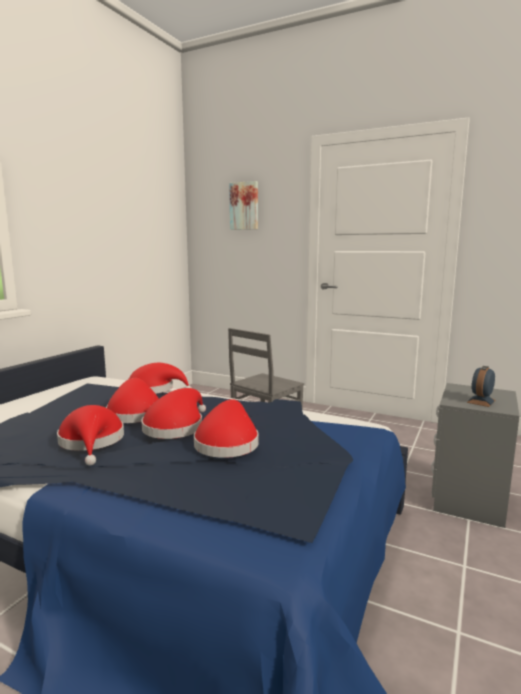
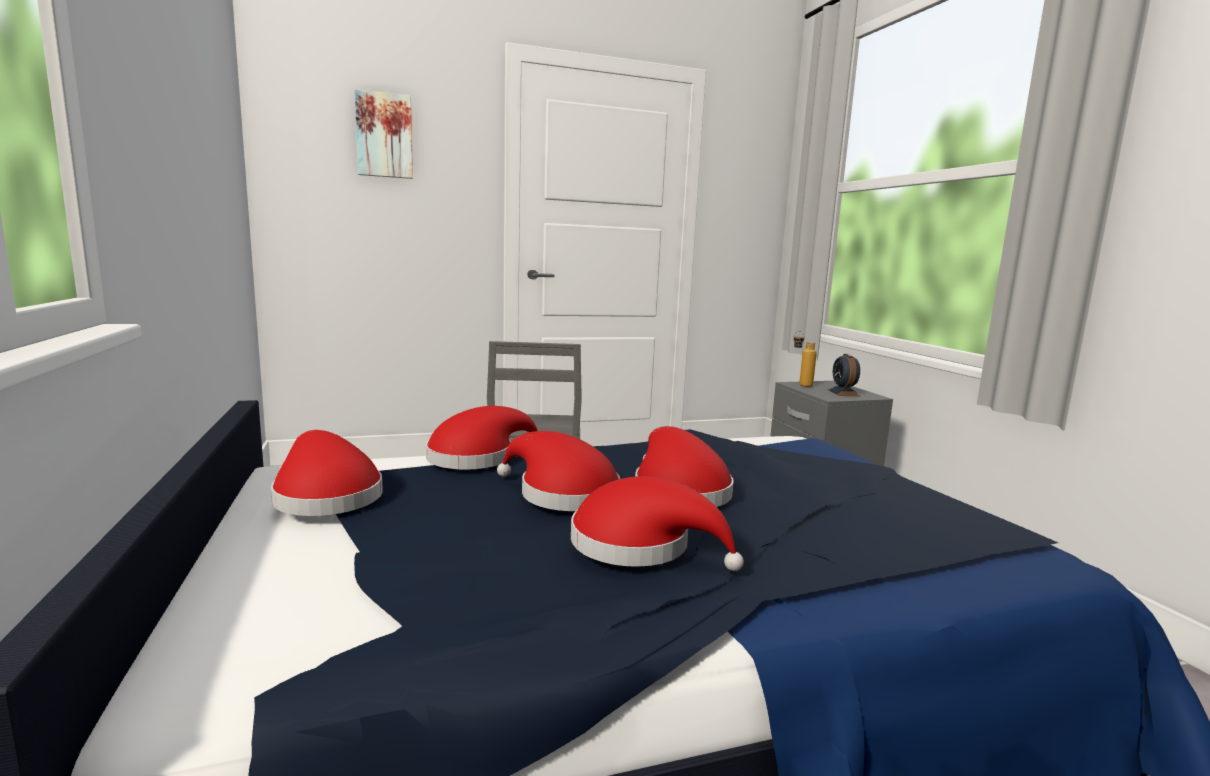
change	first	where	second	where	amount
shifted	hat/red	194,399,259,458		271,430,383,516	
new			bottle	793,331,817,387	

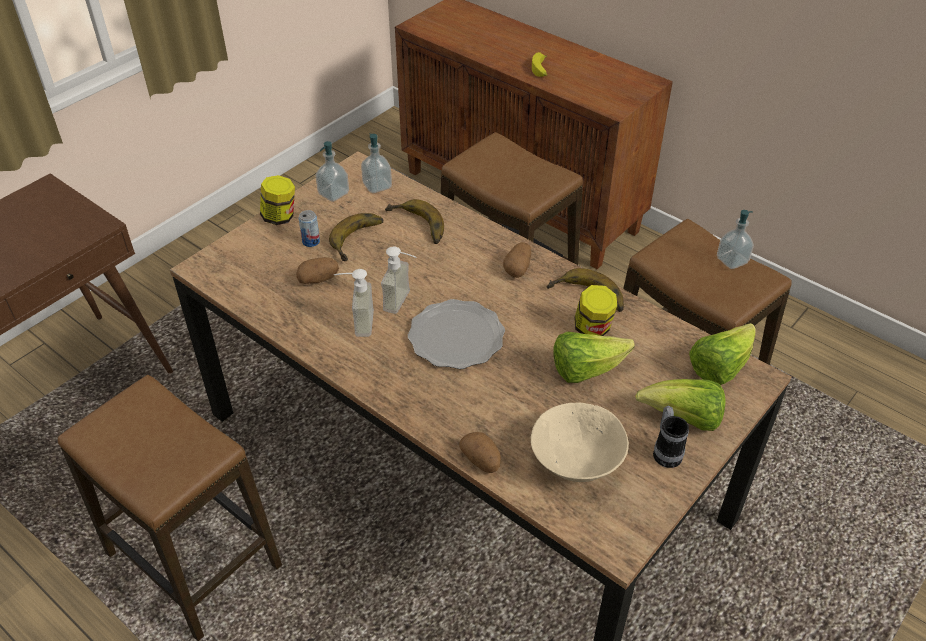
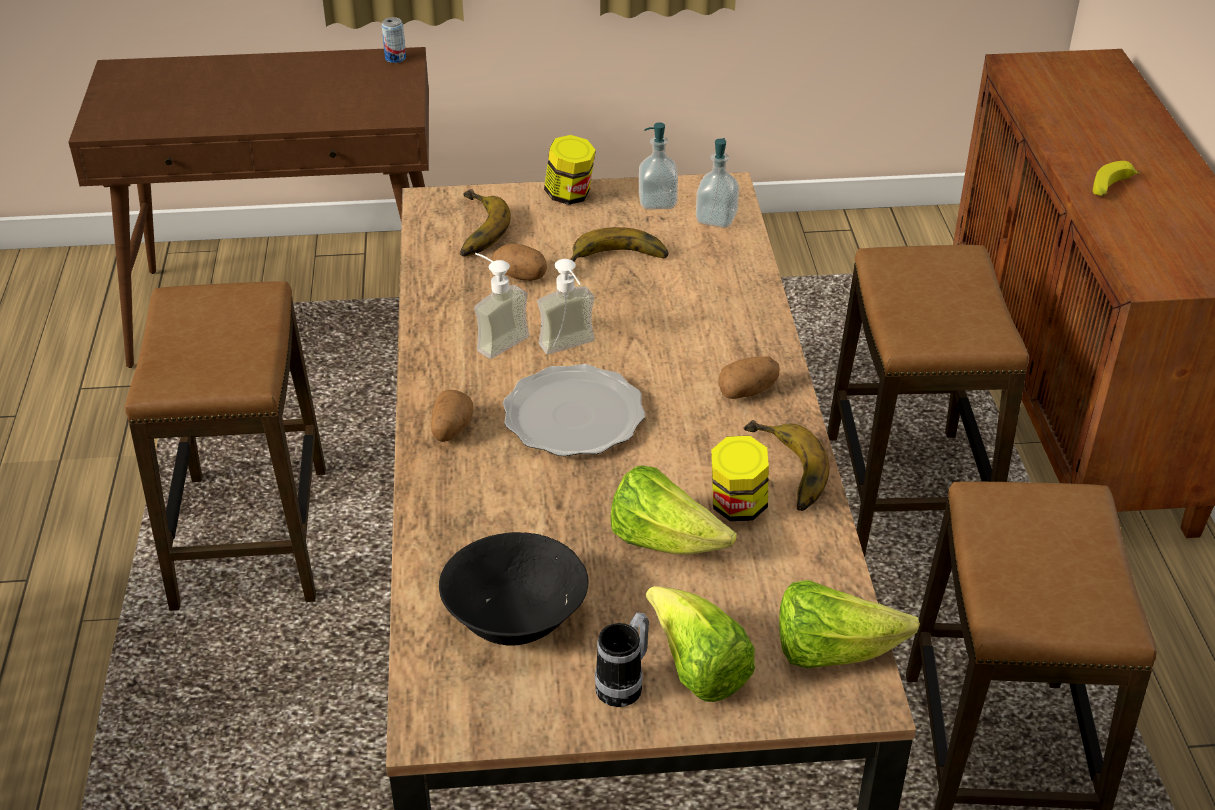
change	first	where	second	where	amount
shifted	banana	385,199,444,244		460,189,511,257	
shifted	can	298,210,320,247		382,17,406,63	
gone	soap dispenser	717,210,754,269			
repainted	bowl/beige	531,403,629,482	bowl/black	439,532,588,646	
shifted	potato	459,432,501,473		431,390,473,442	

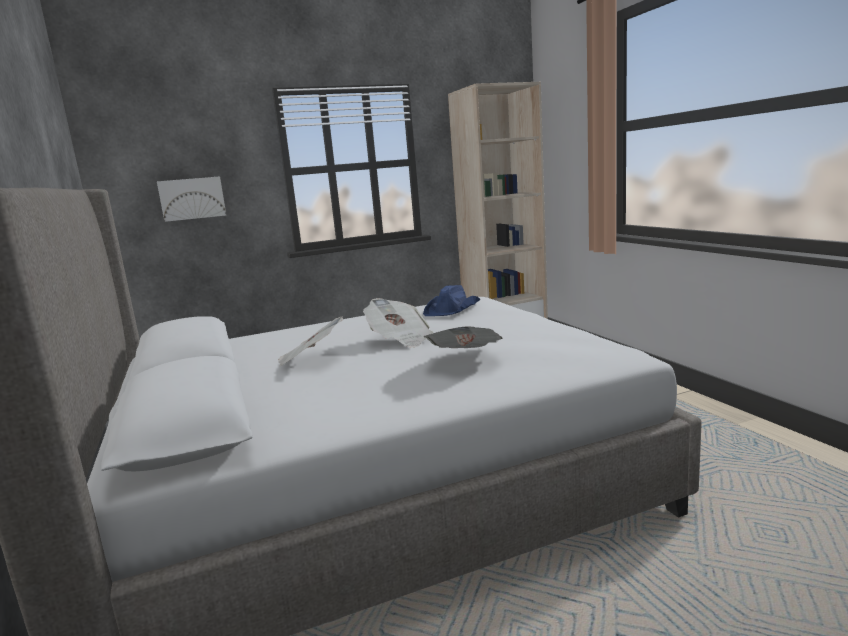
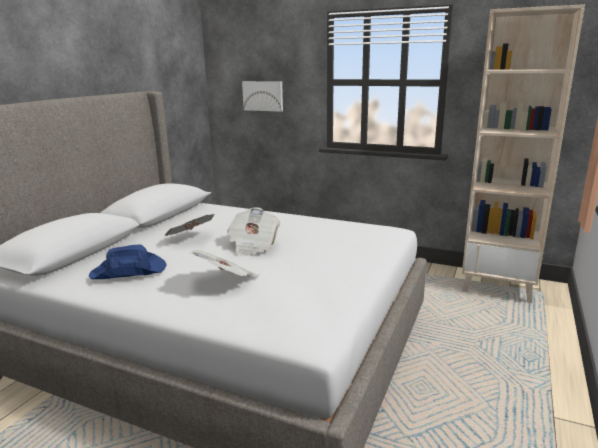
change	first	where	second	where	amount
shifted	hat/blue	423,285,480,316		89,245,167,279	

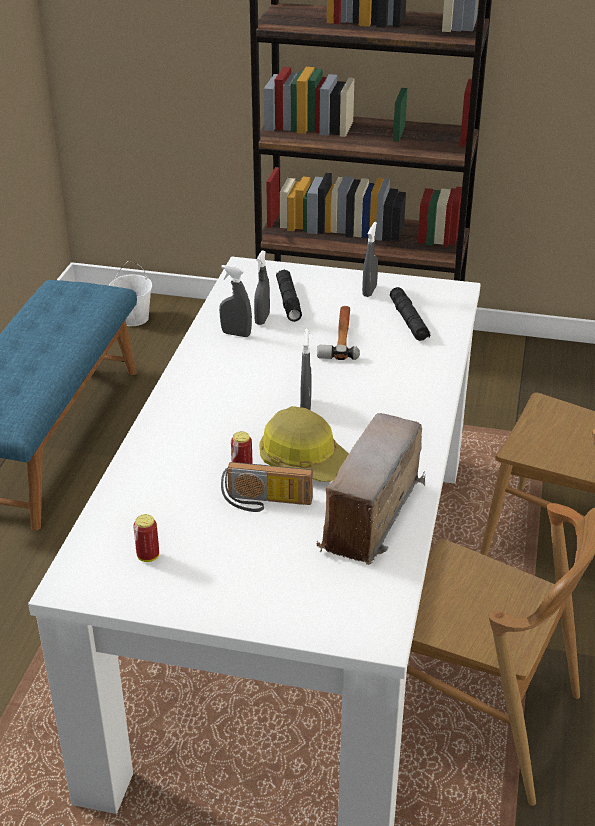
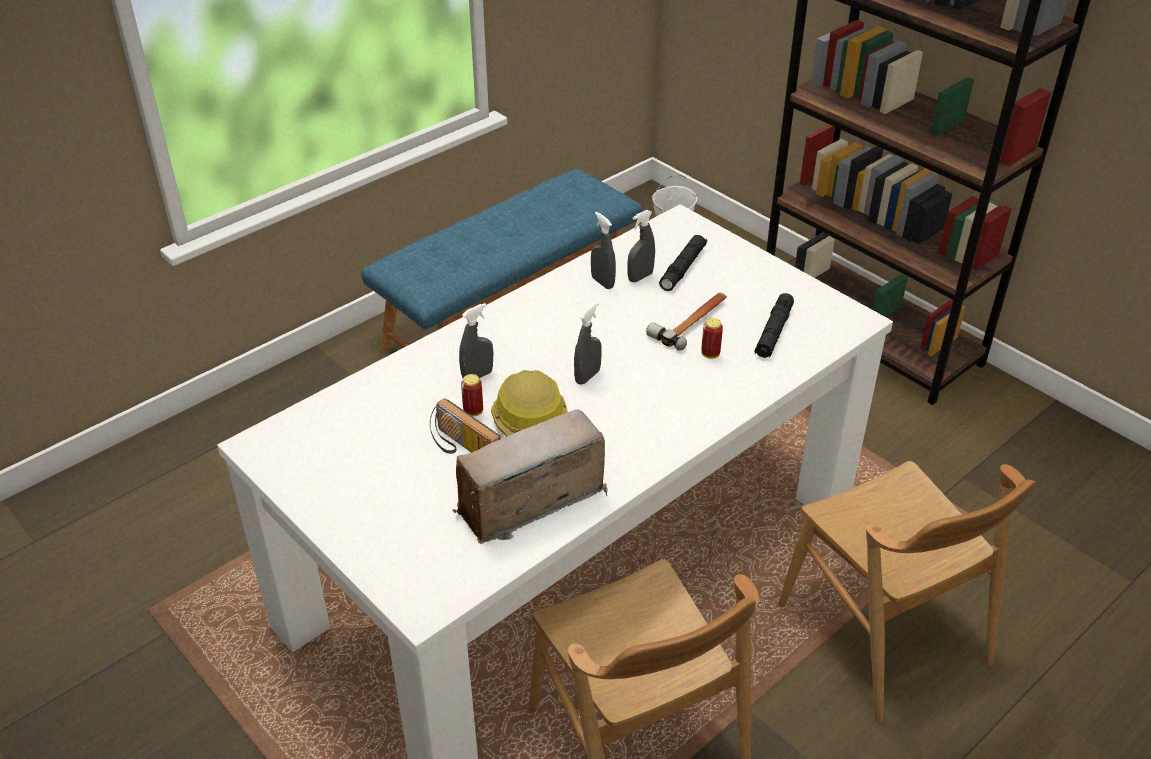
change	first	where	second	where	amount
shifted	spray bottle/grey	362,222,378,297		459,303,493,378	
shifted	can	133,514,159,562		701,318,723,359	

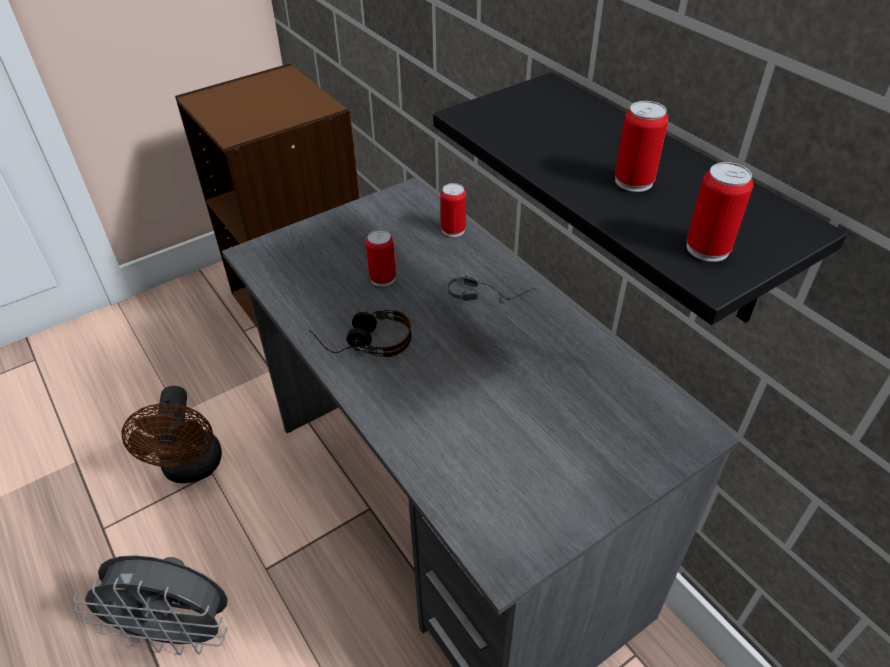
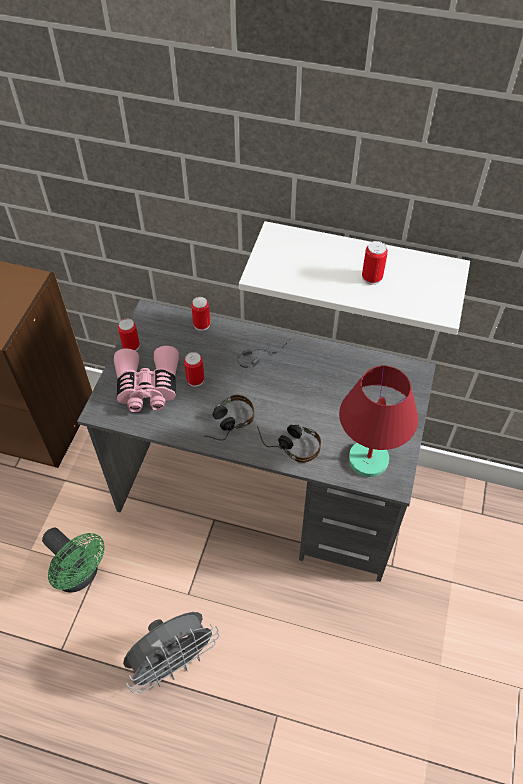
change	first	where	second	where	amount
repainted	shelf/black	433,72,847,325	shelf/white	239,221,470,335	
shifted	can	687,162,753,262		118,318,140,351	
repainted	fan/brown	122,386,222,483	fan/green	42,527,105,593	
new			binoculars/pink	114,346,179,412	
new			table lamp/red	339,366,418,477	
new			headphones	257,424,321,463	

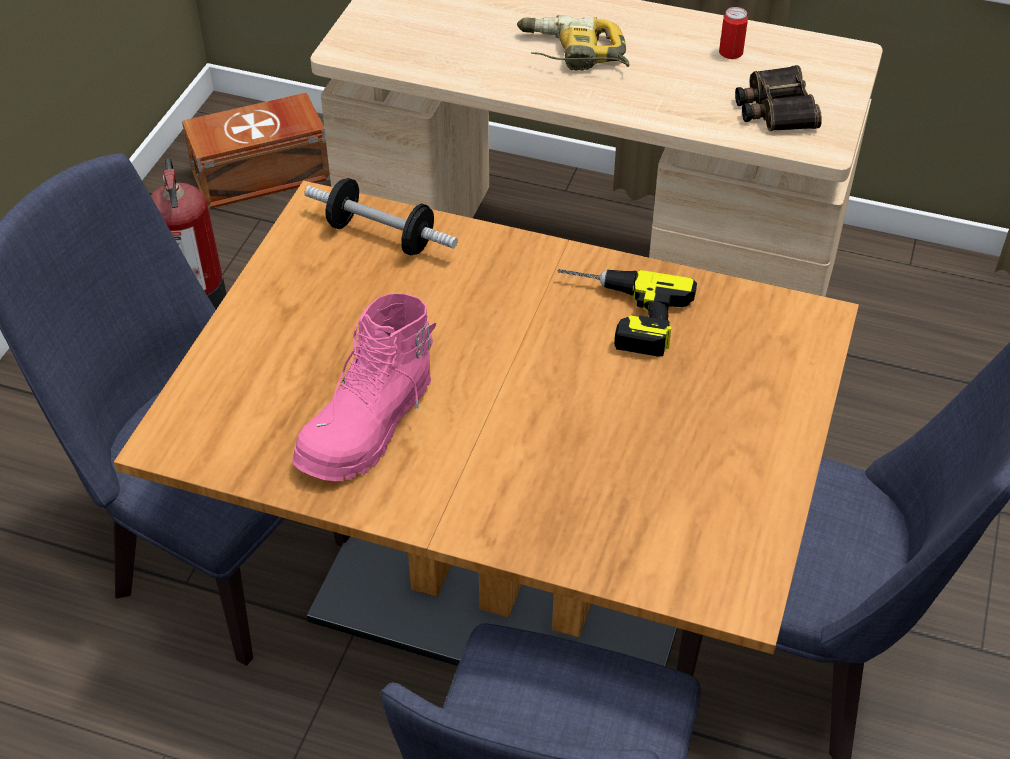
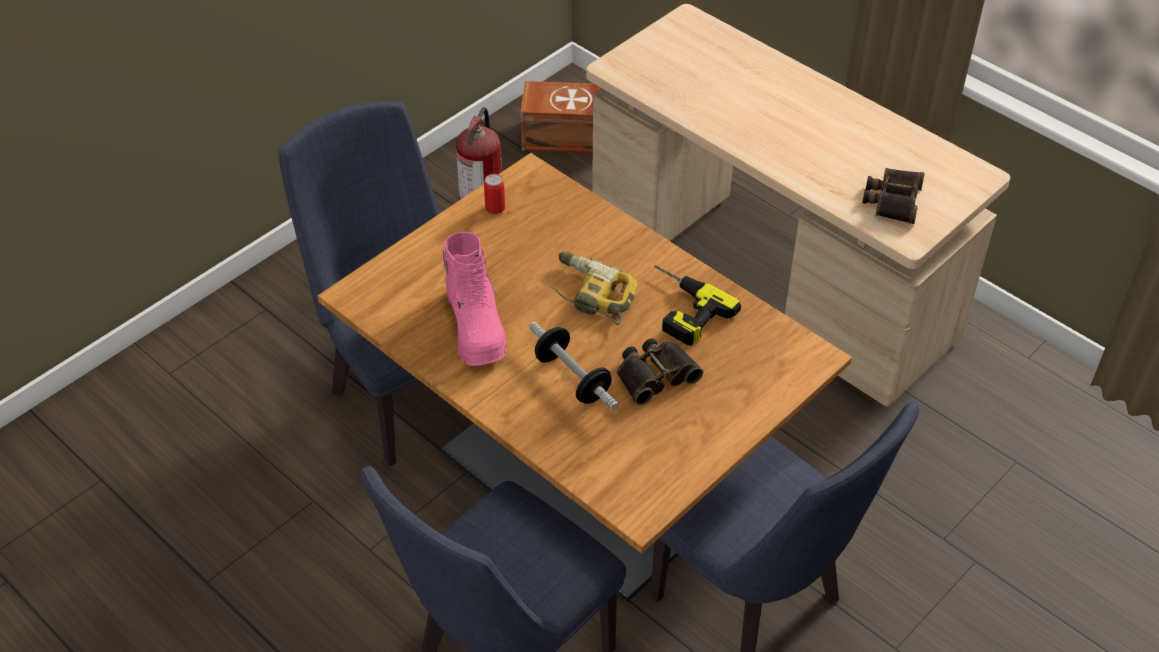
change	first	where	second	where	amount
shifted	can	719,7,748,59		484,174,505,214	
shifted	power drill	517,15,630,70		550,251,637,325	
shifted	dumbbell	304,178,458,255		529,322,619,410	
rotated	boot/pink	292,293,436,481		442,232,507,366	75 degrees counterclockwise
new			binoculars	617,338,703,406	

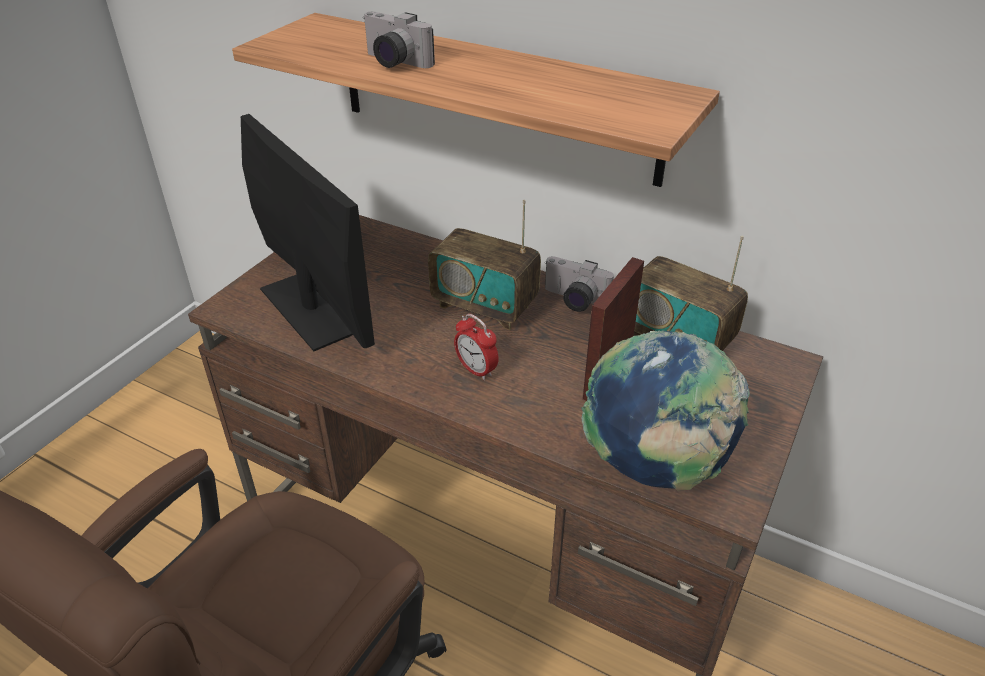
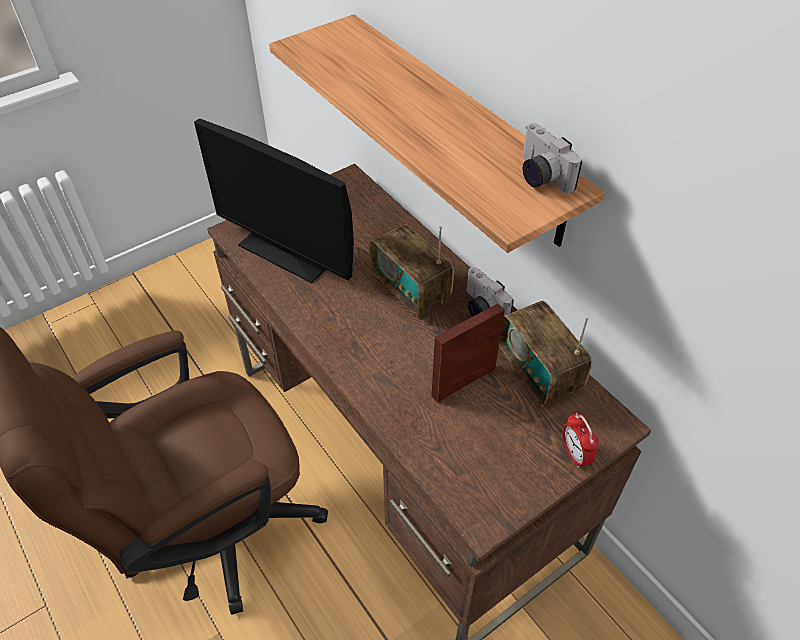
change	first	where	second	where	amount
shifted	photo camera	363,12,435,68		522,123,582,193	
rotated	monitor	241,114,375,351		194,119,354,283	135 degrees clockwise
shifted	alarm clock	454,314,499,380		563,413,599,468	
gone	globe	582,330,750,491			

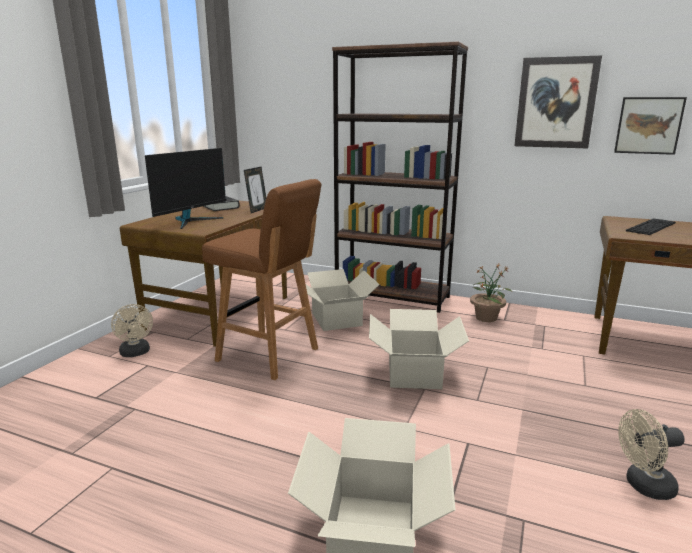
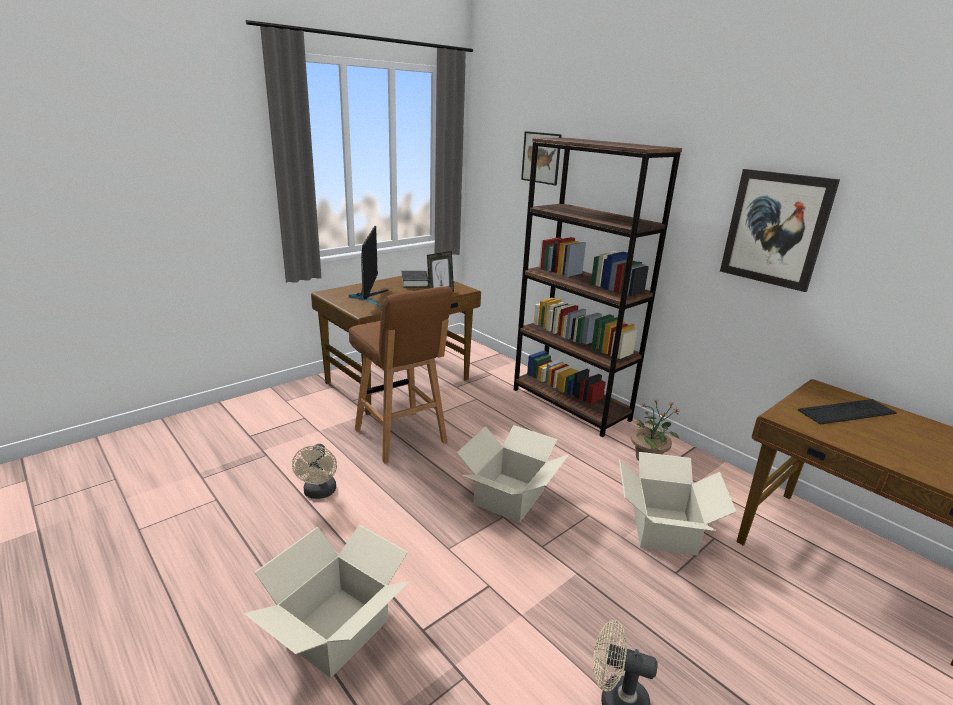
change	first	where	second	where	amount
shifted	picture	614,97,687,155		521,131,562,185	
rotated	monitor	145,148,226,229		349,226,389,307	60 degrees counterclockwise
shifted	cardboard box	306,269,380,331		619,452,736,555	
shifted	fan/beige	111,304,153,357		292,444,337,499	

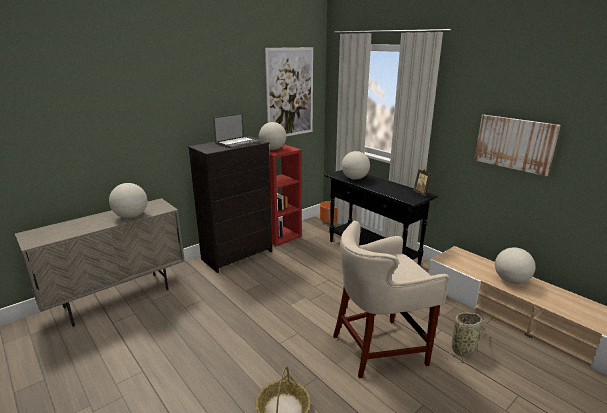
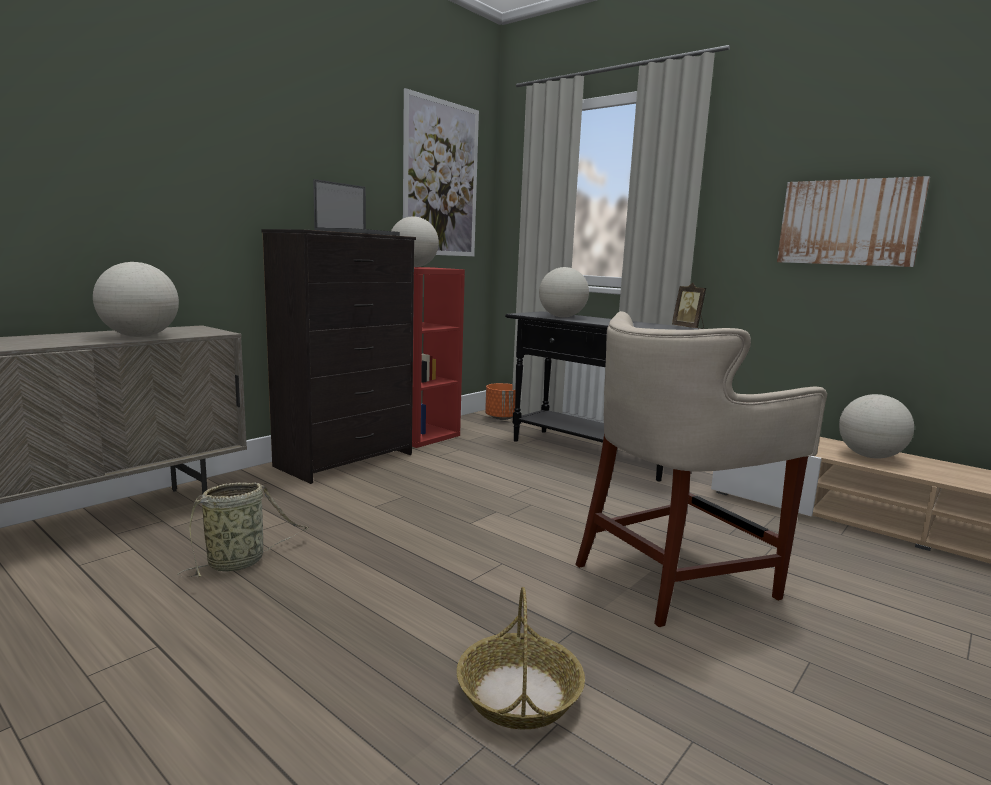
change	first	where	second	where	amount
shifted	basket	445,312,487,364		177,482,309,577	

